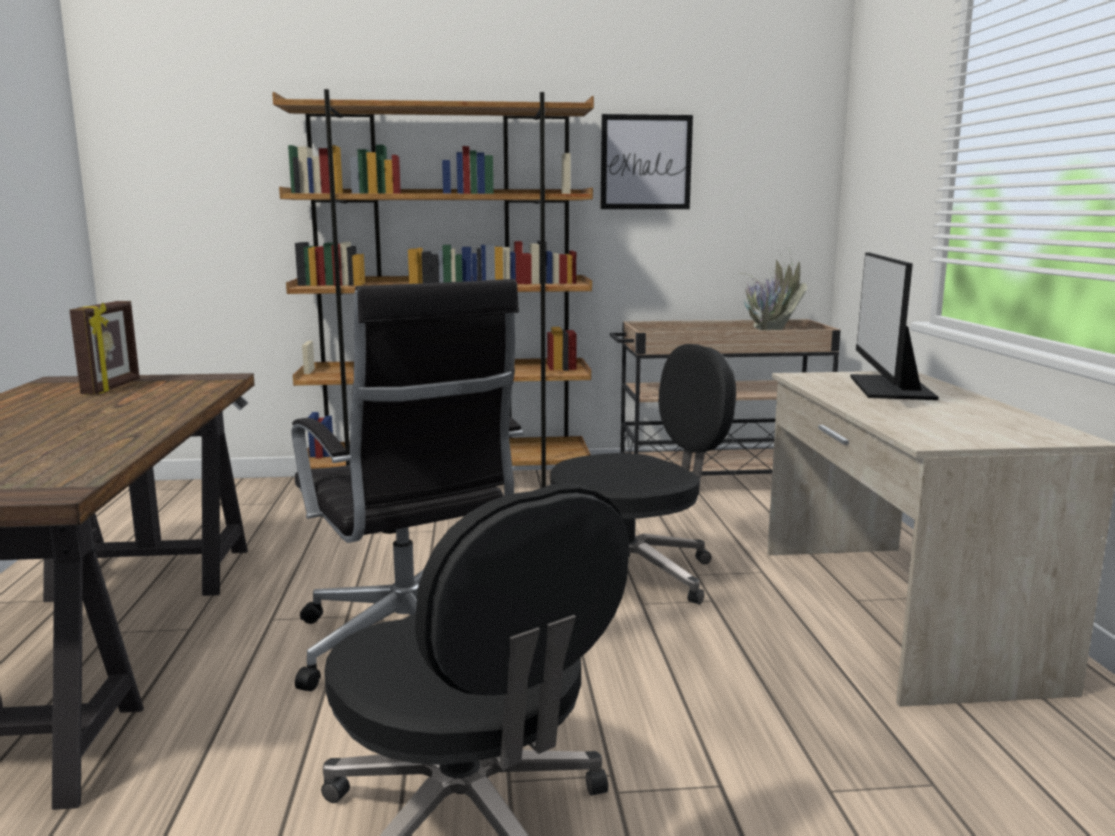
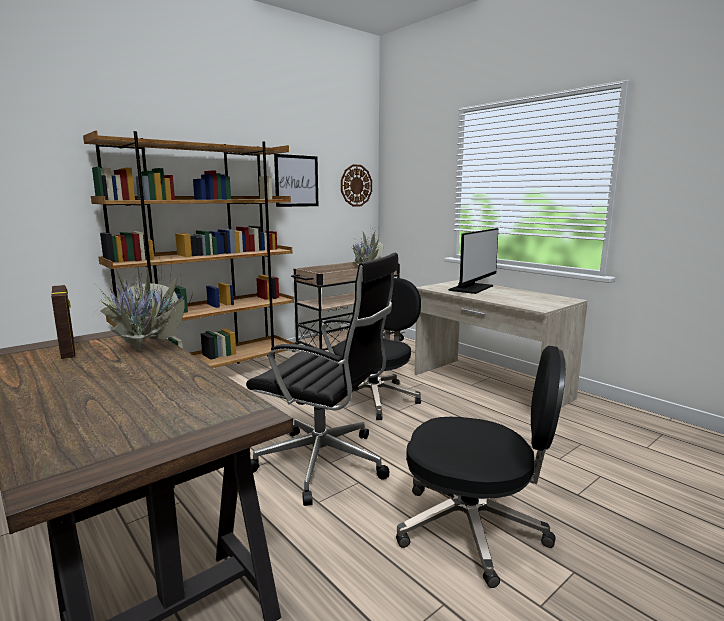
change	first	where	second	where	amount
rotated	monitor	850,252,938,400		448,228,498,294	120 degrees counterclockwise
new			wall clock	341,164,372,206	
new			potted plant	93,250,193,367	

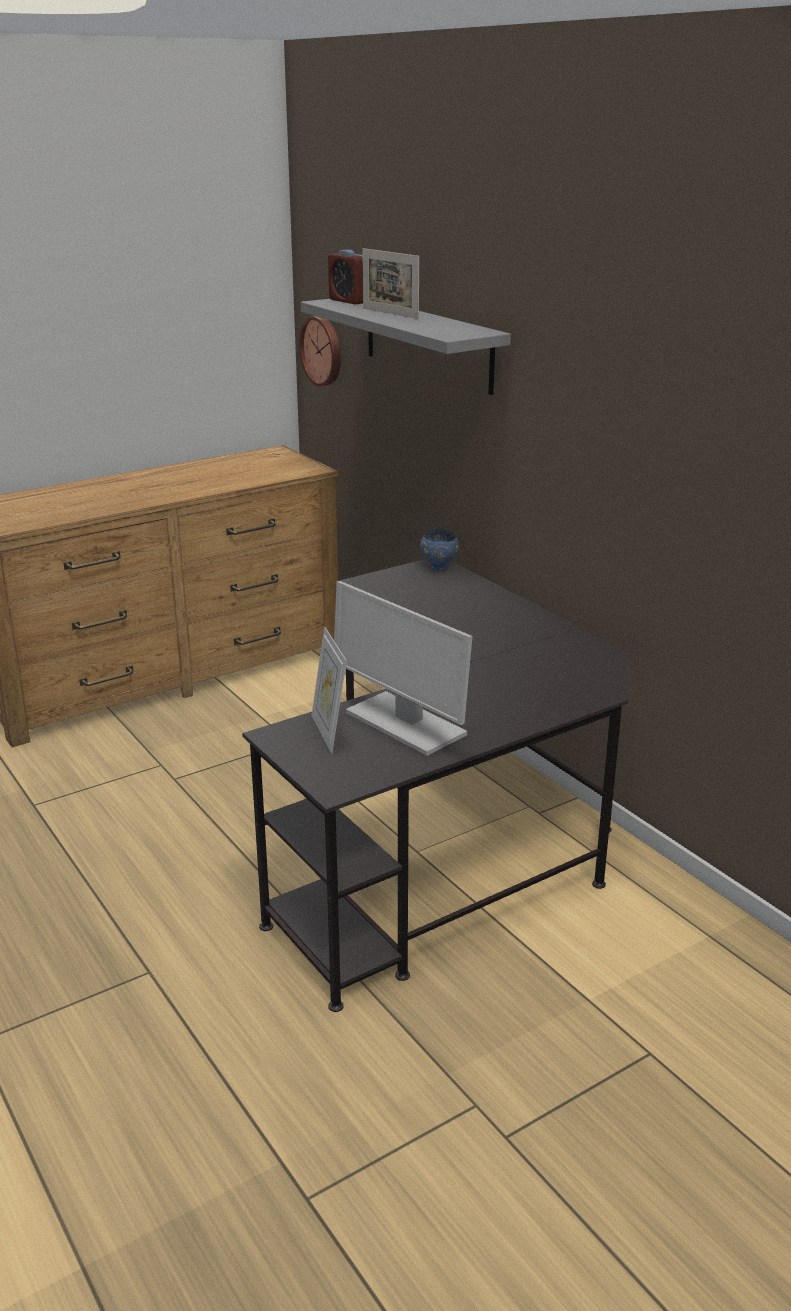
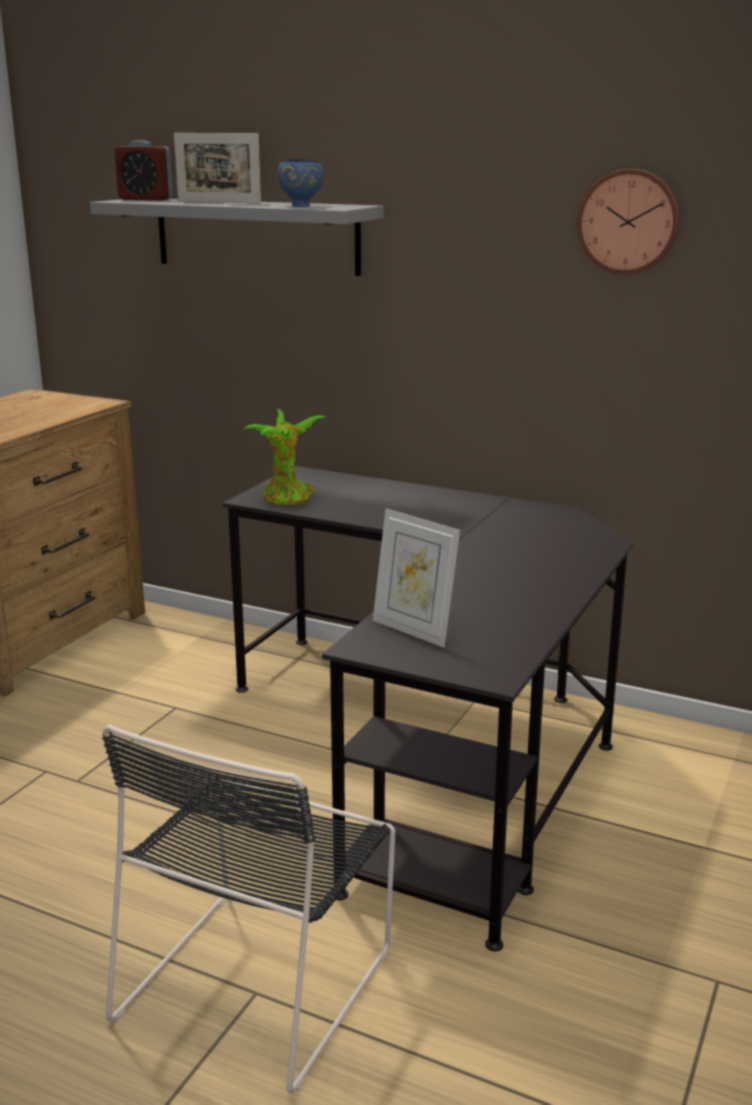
change	first	where	second	where	amount
shifted	wall clock	299,316,341,387		577,169,681,275	
shifted	bowl/blue	420,529,459,571		277,159,325,207	
gone	monitor	334,581,473,756			
new			potted plant	244,409,325,505	
new			chair/black	102,724,395,1093	

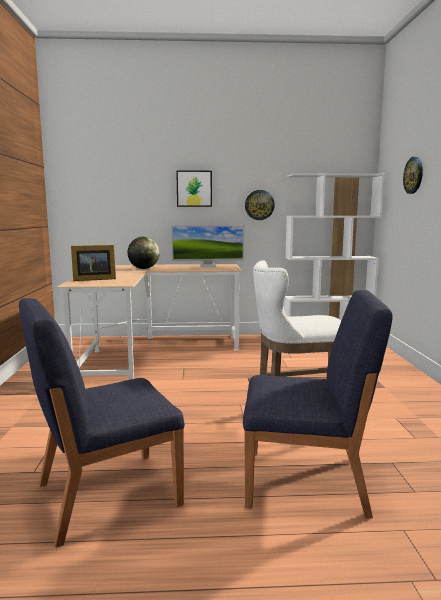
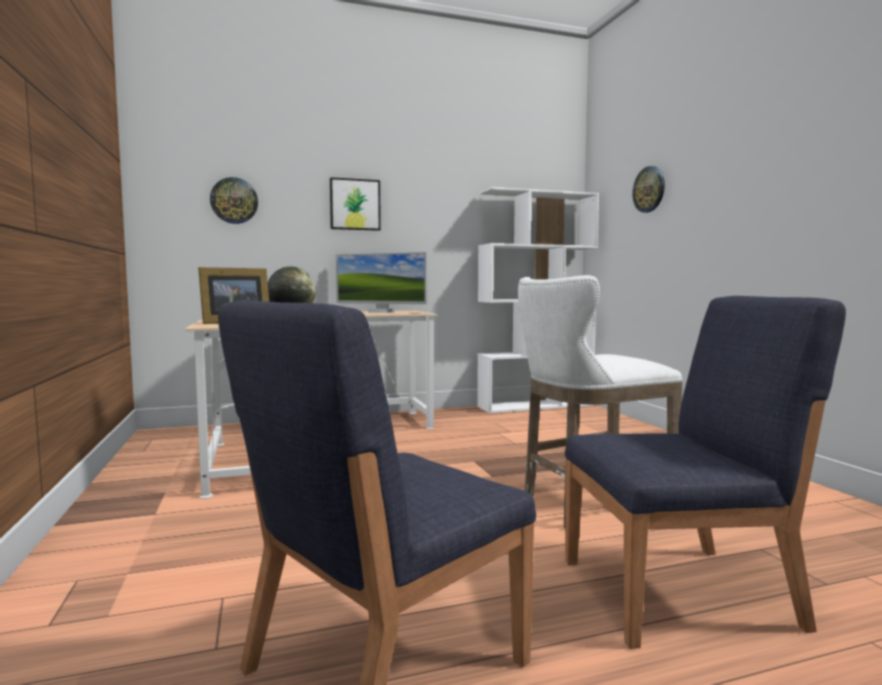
change	first	where	second	where	amount
shifted	wall clock	245,190,275,220		210,177,258,224	
rotated	monitor	171,225,244,268		336,252,428,313	45 degrees clockwise

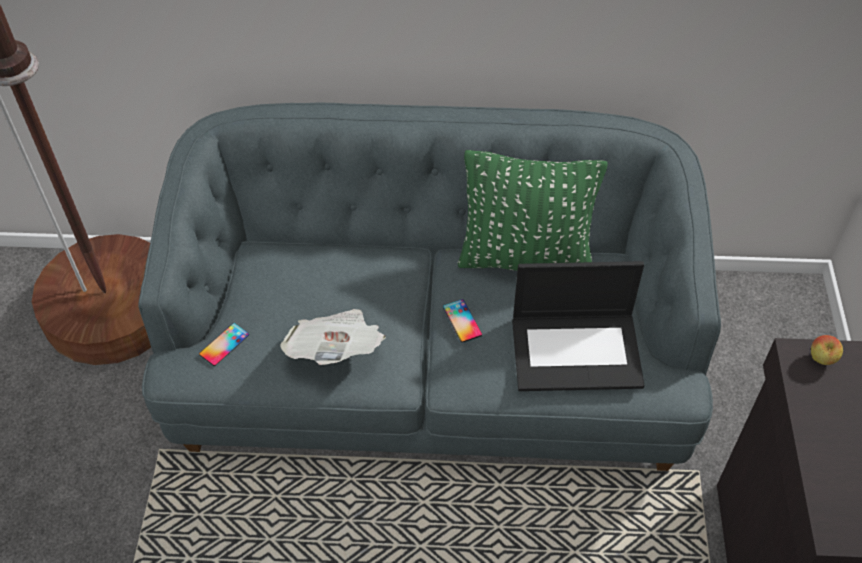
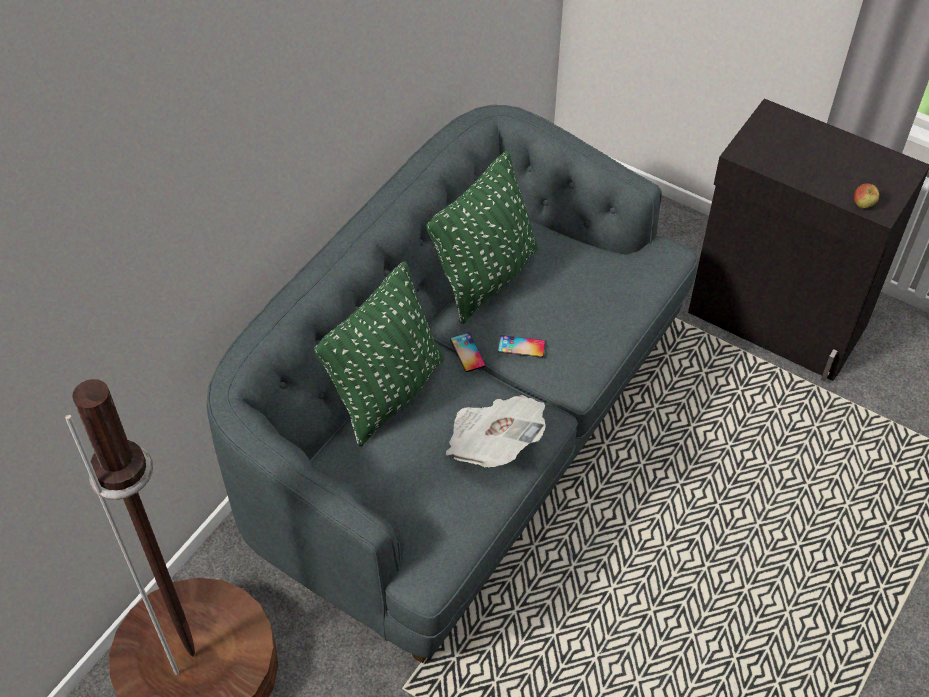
change	first	where	second	where	amount
gone	laptop	512,261,644,391			
shifted	phone	199,323,249,366		450,333,485,372	
shifted	apple	811,335,843,365		854,184,879,208	
new			pillow/green	314,261,444,447	

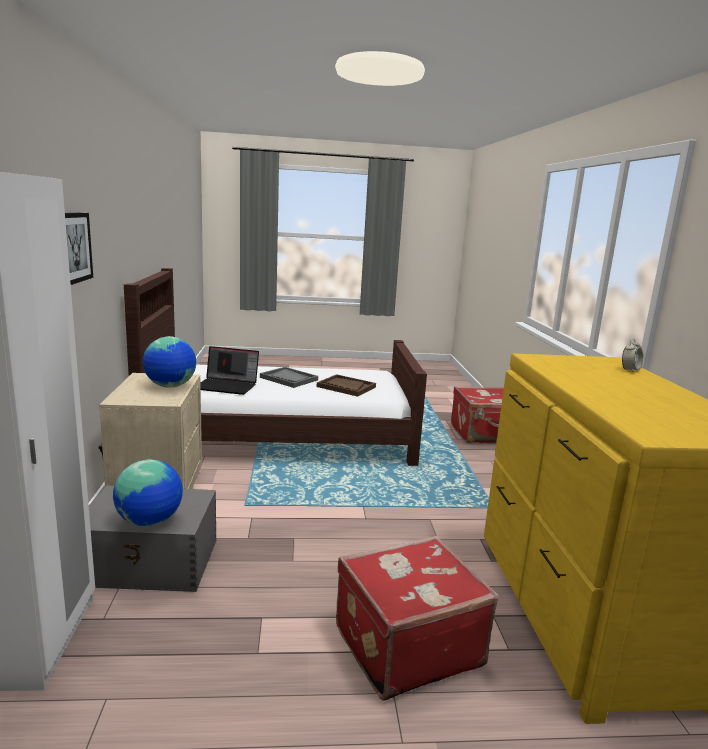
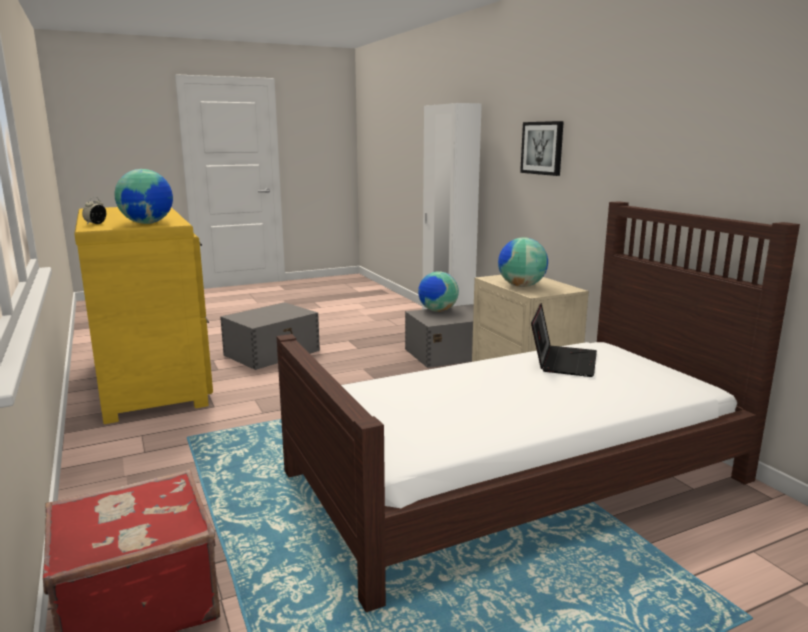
change	first	where	second	where	amount
rotated	laptop	200,346,259,395		531,303,597,377	120 degrees clockwise
gone	tray/grey	260,367,318,388			
gone	tray/brown	317,374,376,397			
swapped	suitcase/red	336,536,499,701	storage box/grey	220,302,320,370	
new			globe	115,169,173,224	

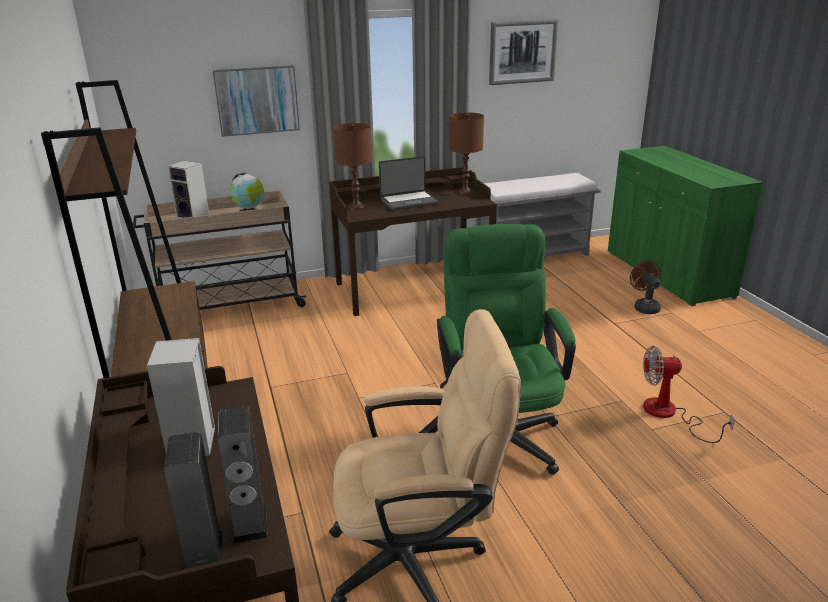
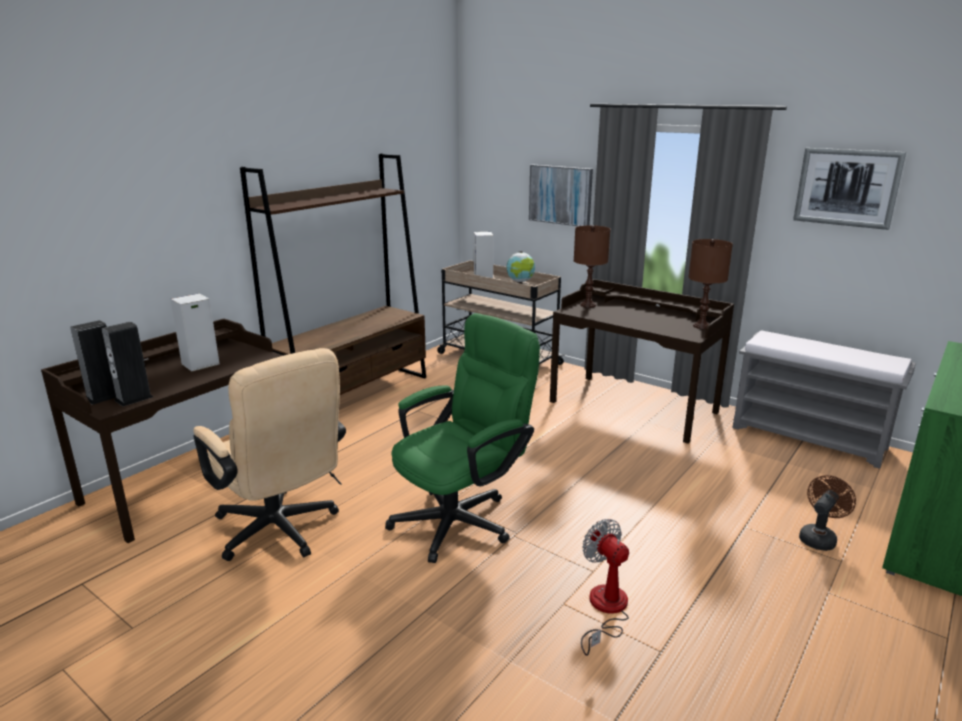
change	first	where	second	where	amount
gone	laptop	379,156,439,211			

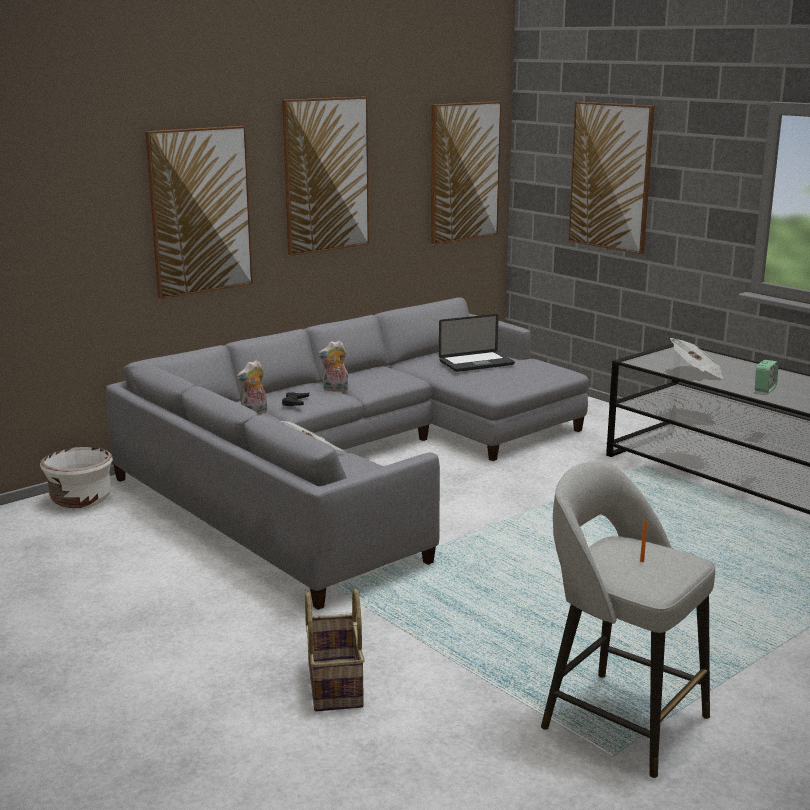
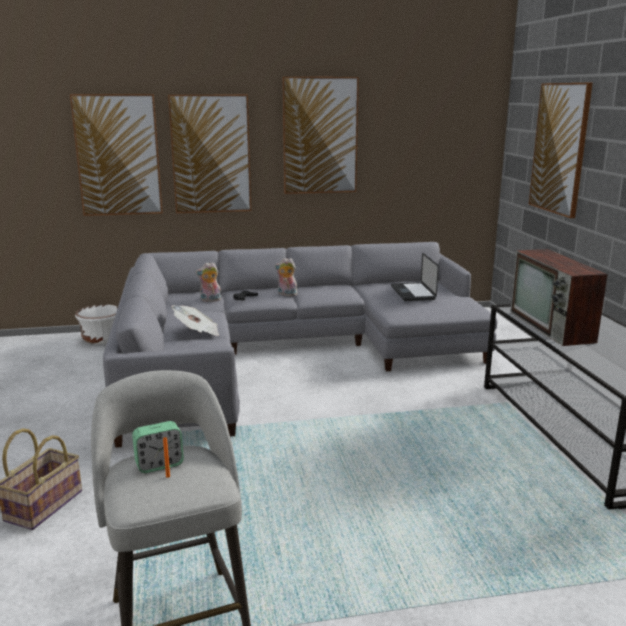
change	first	where	second	where	amount
shifted	picture	431,101,501,245		70,94,162,216	
rotated	laptop	439,314,515,372		391,253,439,301	75 degrees clockwise
swapped	newspaper	670,338,724,379	television	510,249,608,346	
shifted	alarm clock	755,360,779,393		132,421,184,473	

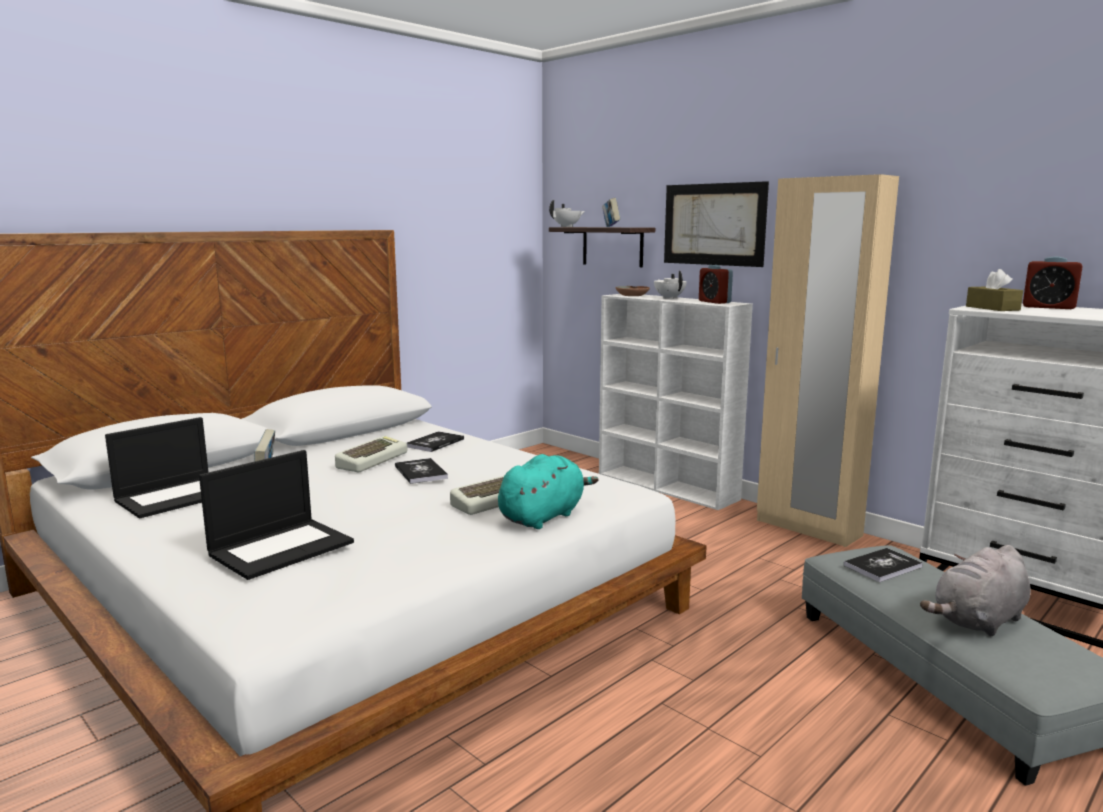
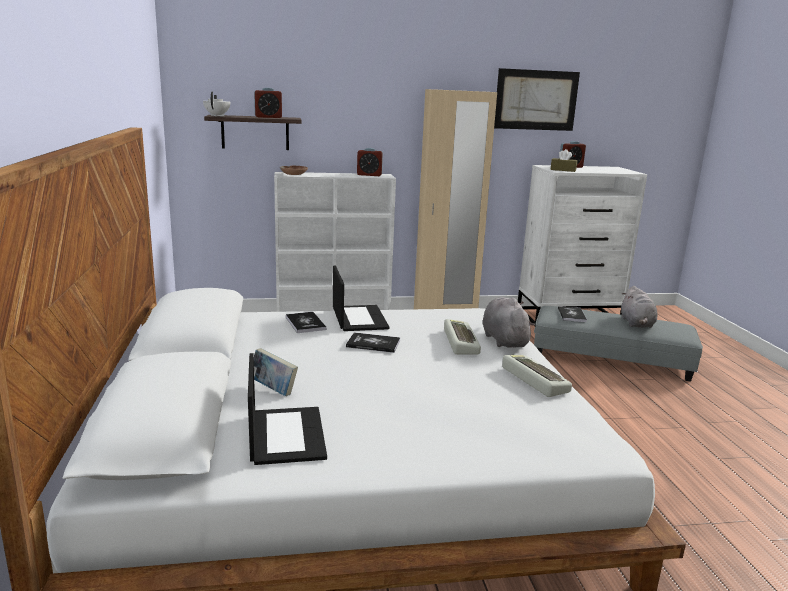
change	first	where	second	where	amount
shifted	picture	664,181,769,267		494,68,580,131	
swapped	book	602,198,620,227	alarm clock	254,88,282,118	
gone	teapot/white	654,270,687,299			
shifted	keyboard	335,436,407,472		502,355,572,397	
shifted	laptop	199,450,354,580		333,265,389,331	
repainted	plush toy/turquoise	498,454,599,529	plush toy/grey	483,297,536,348	

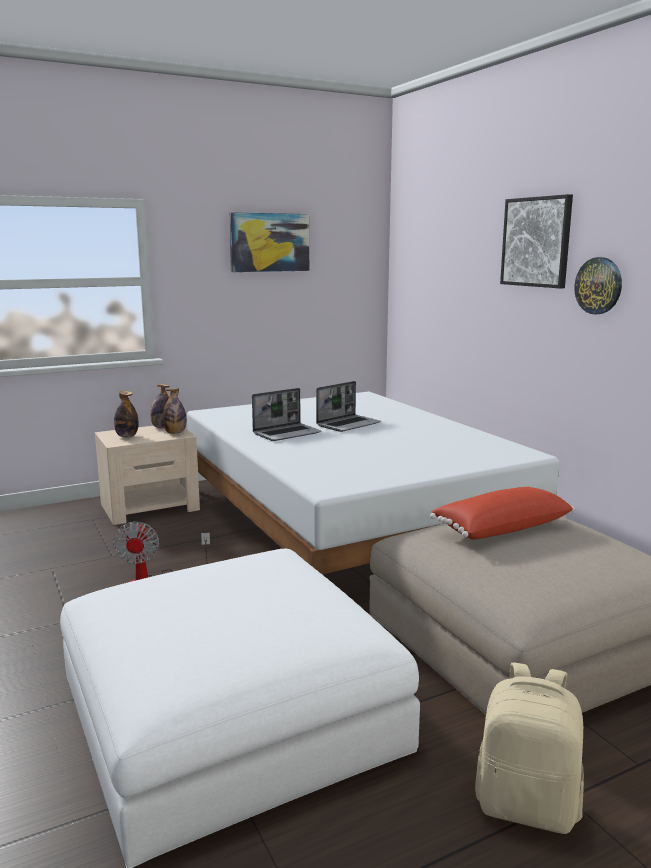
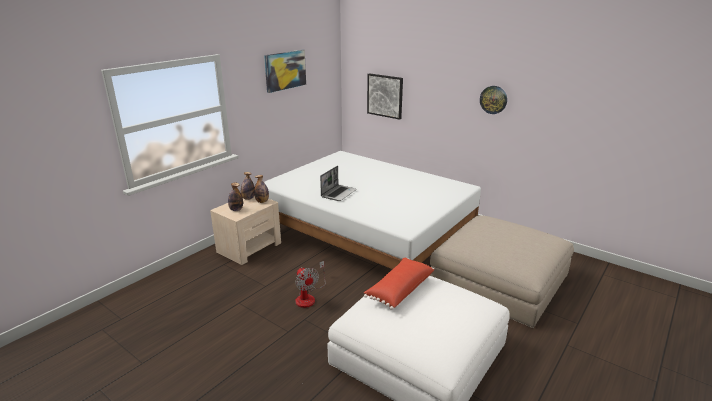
change	first	where	second	where	amount
shifted	picture	500,194,573,288		367,73,403,120	
gone	laptop	316,381,381,432			
shifted	pillow/red	430,487,574,540		364,258,434,310	
gone	backpack/beige	475,663,584,834			

